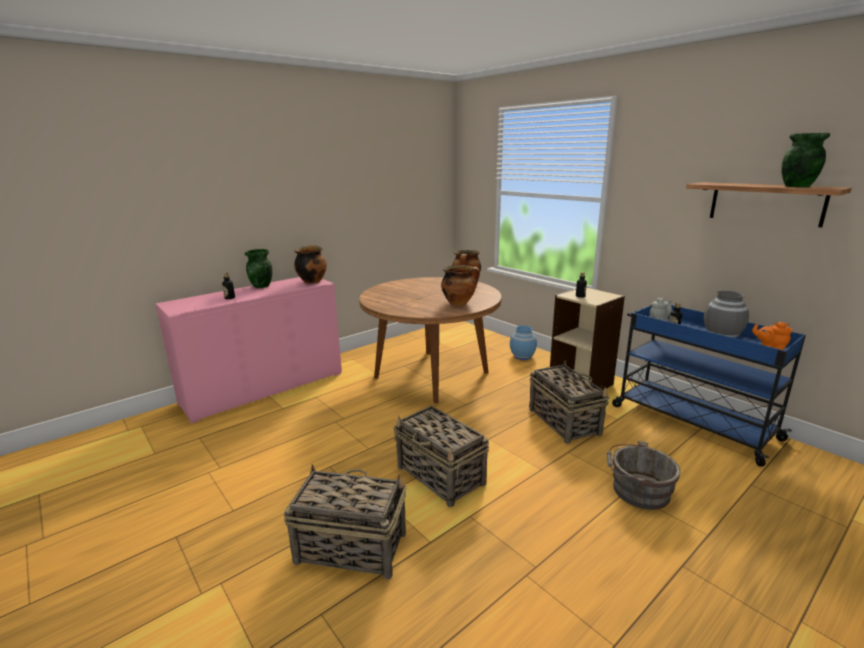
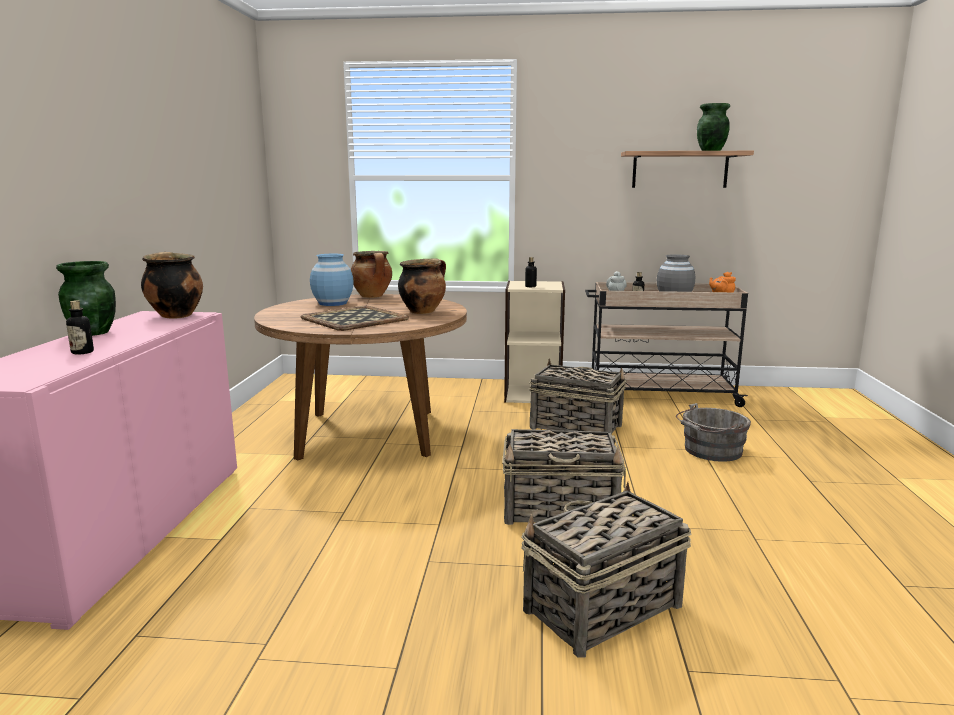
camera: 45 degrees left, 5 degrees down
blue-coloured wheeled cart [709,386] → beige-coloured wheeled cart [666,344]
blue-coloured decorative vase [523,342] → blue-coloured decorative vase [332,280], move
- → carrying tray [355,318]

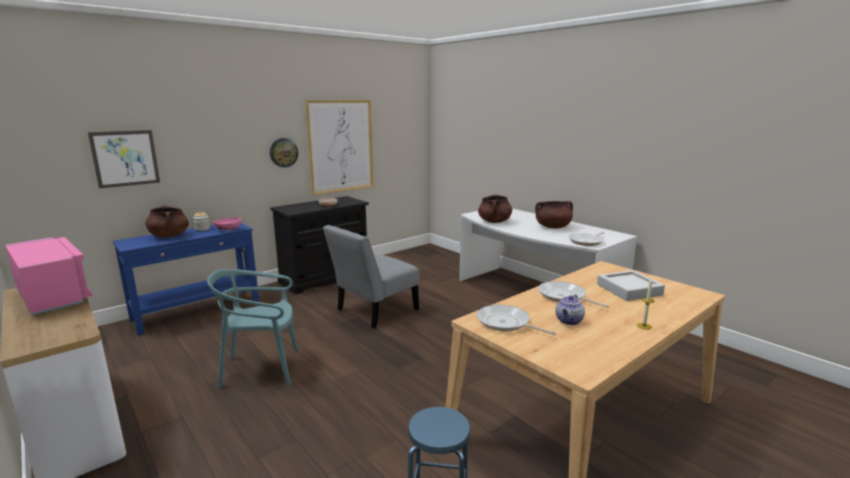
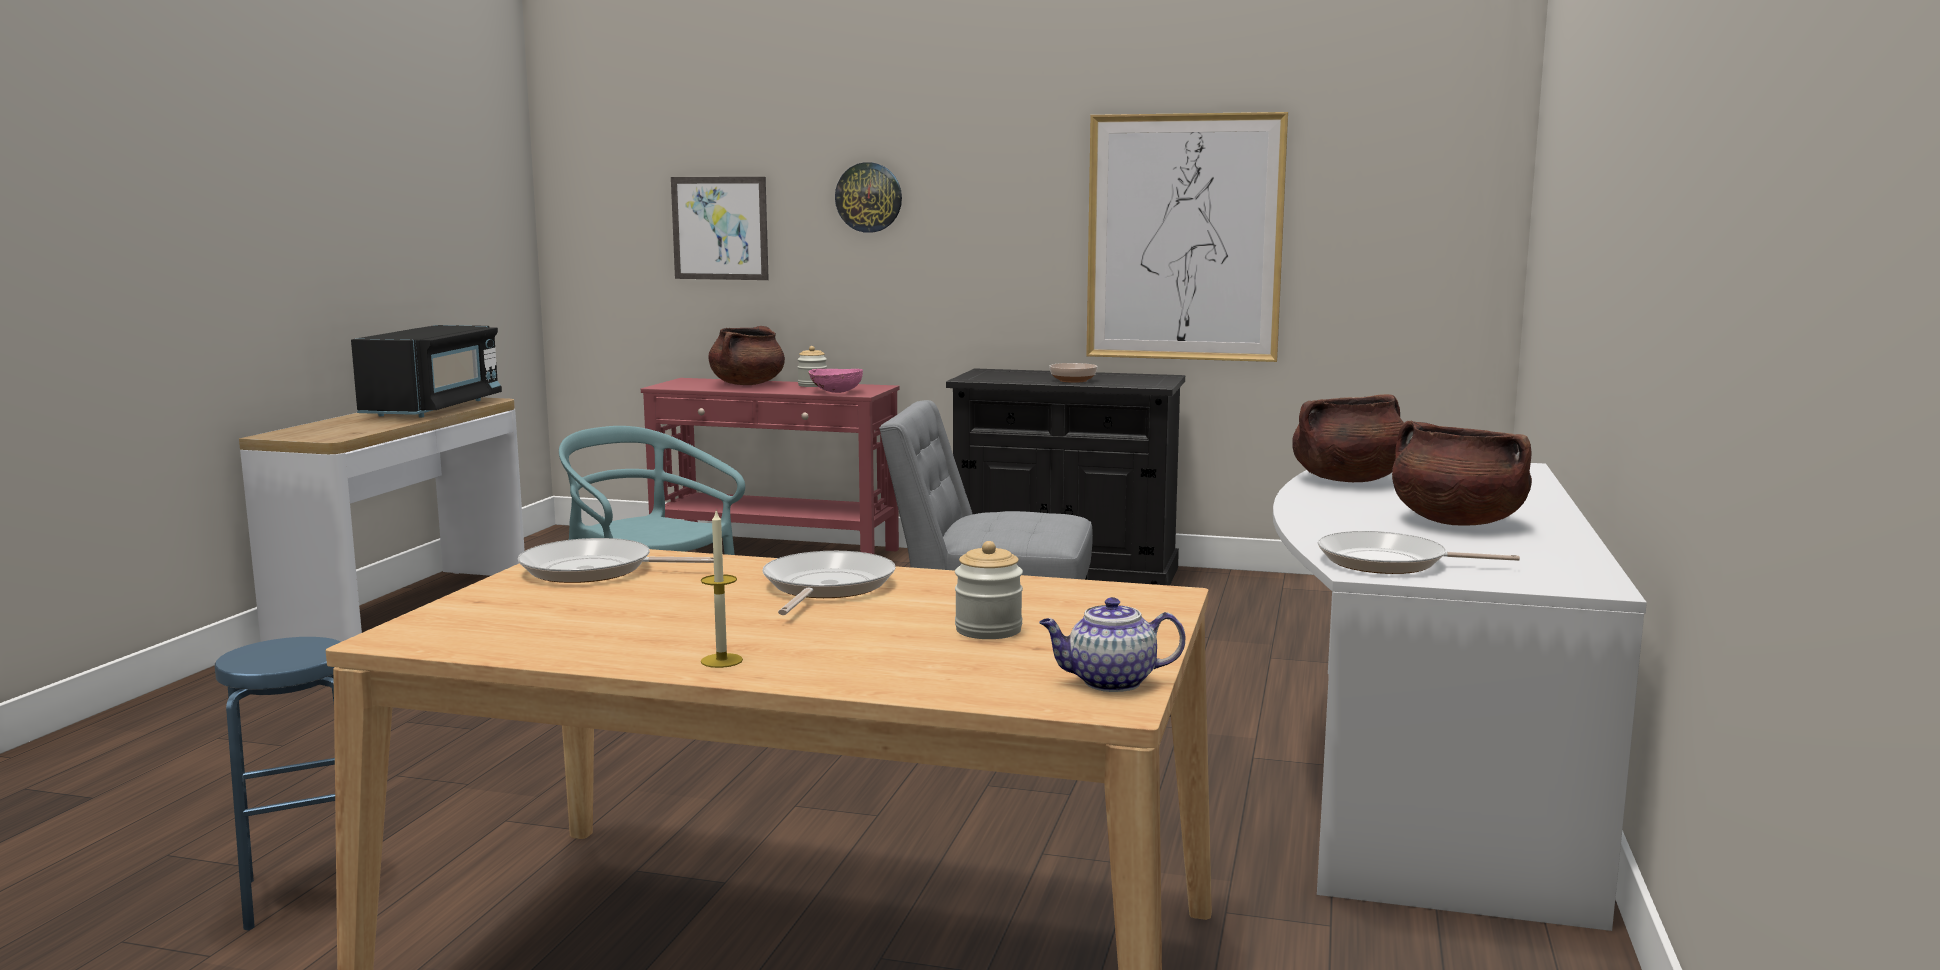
camera: 55 degrees right, 5 degrees down
hanging clock [284,153] → hanging clock [868,197], move
blue-coloured narrow table [186,279] → red-coloured narrow table [770,466]
pink-coloured microwave oven [48,276] → black microwave oven [426,371]
greyish carrying tray [631,285] → jar [989,590]
tea pot [570,309] → tea pot [1112,644], move
skillet [516,320] → skillet [616,560], 90 degrees counterclockwise

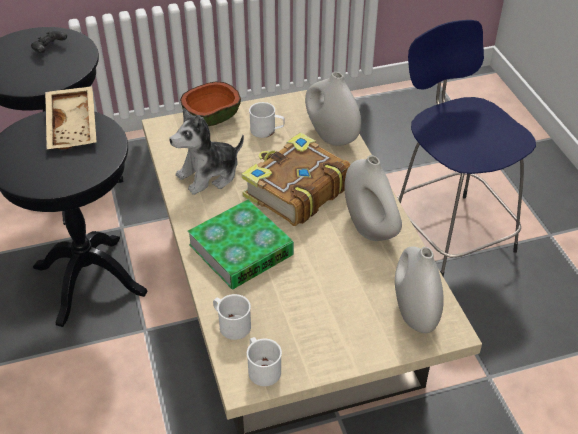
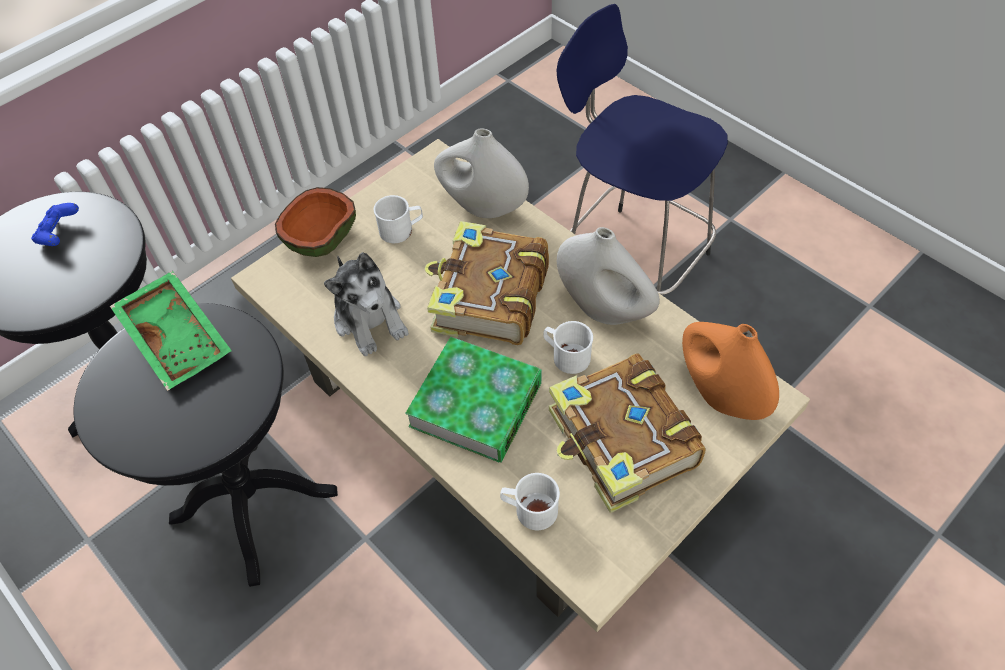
camera: 25 degrees left, 10 degrees up
black game controller [49,42] → blue-coloured game controller [55,224]
beige-coloured carrying tray [70,118] → greenish carrying tray [171,331]
soft toy [206,151] → soft toy [366,304], 60 degrees counterclockwise
white-coloured decorative vase [419,289] → orange-coloured decorative vase [730,371]
white-coloured coffee mug [264,361] → white-coloured coffee mug [568,347], move
- → volume [627,433]

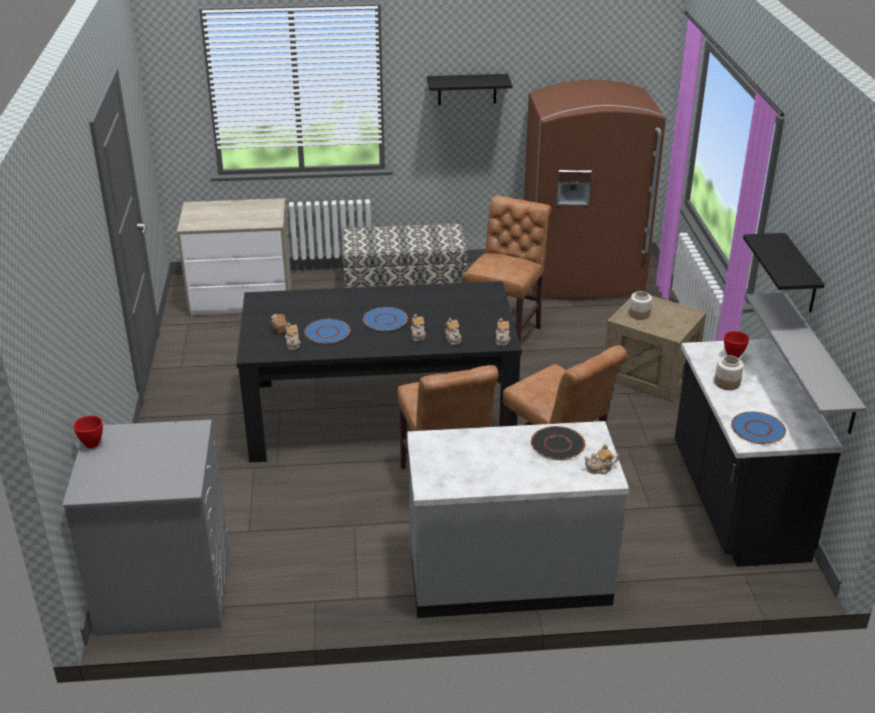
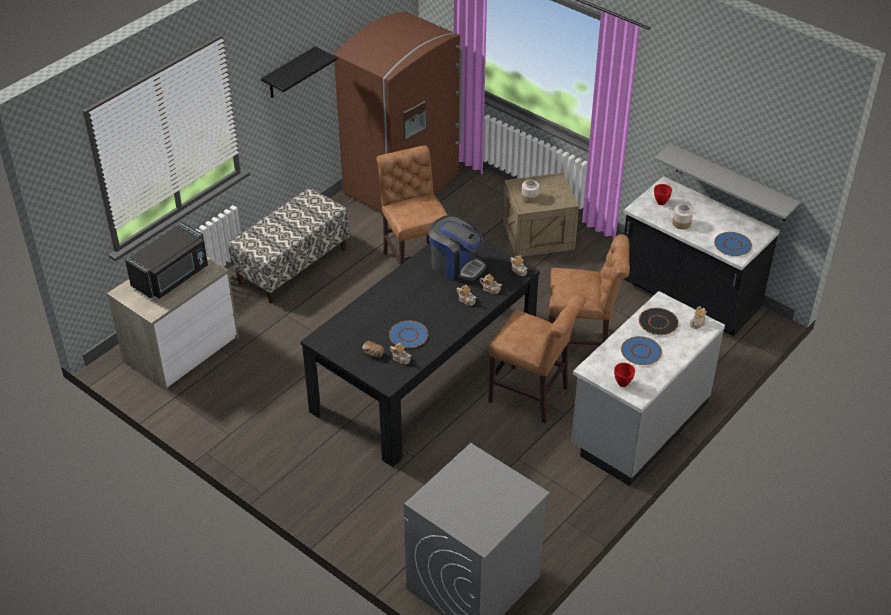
camera: 45 degrees left, 10 degrees up
black wall shelf [784,273] → -
blue-coloured dinner plate [385,319] → blue-coloured dinner plate [641,350], move
red-coloured serving bowl [88,432] → red-coloured serving bowl [624,375], move
- → coffee brewer [457,248]
- → black microwave oven [166,260]

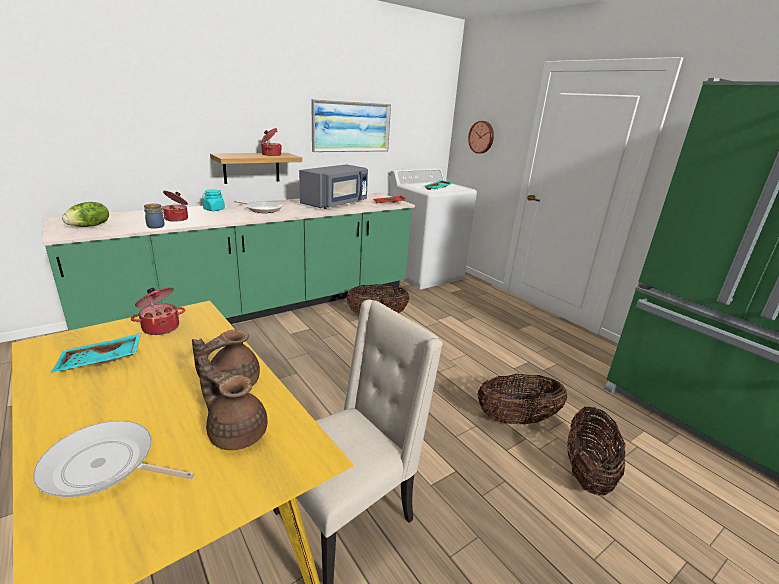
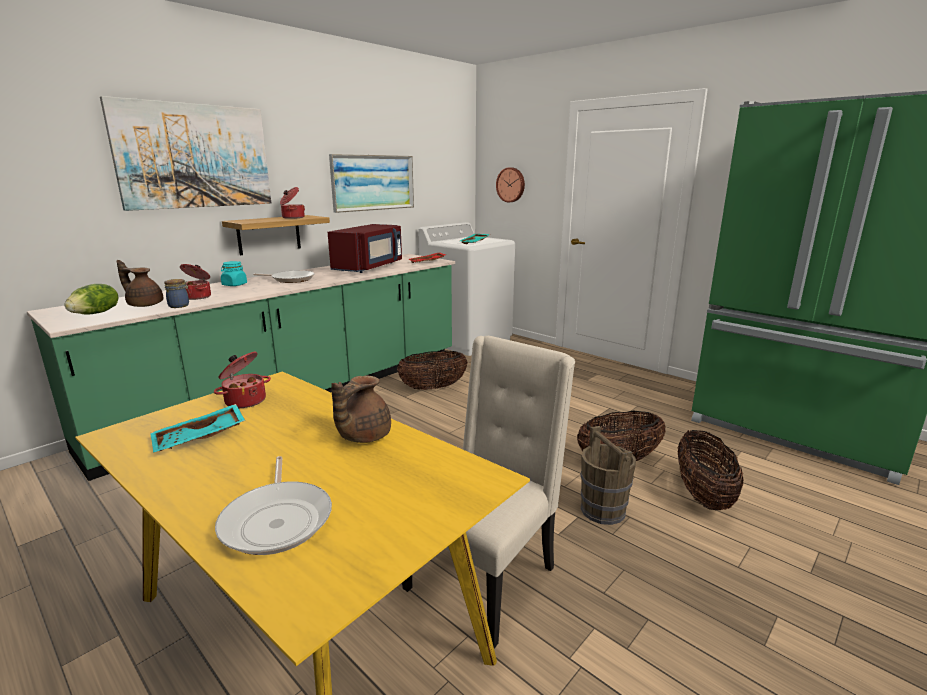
camera: 10 degrees left, 5 degrees down
greyish microwave oven [333,186] → red-coloured microwave oven [365,248]
brownish tea pot [233,403] → brownish tea pot [140,283], move
skillet [114,459] → skillet [273,505], 105 degrees counterclockwise
- → wall picture [185,153]
- → brownish pail [608,475]

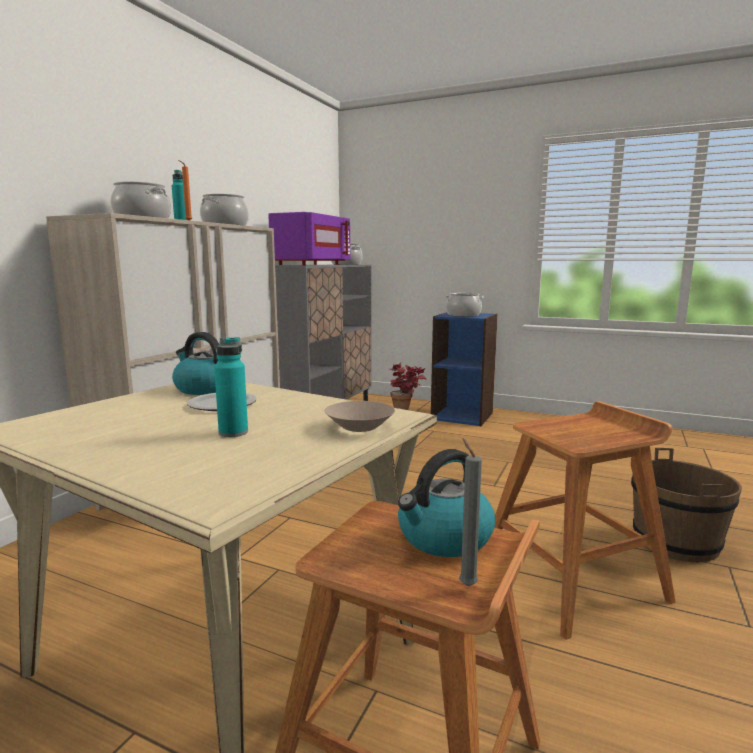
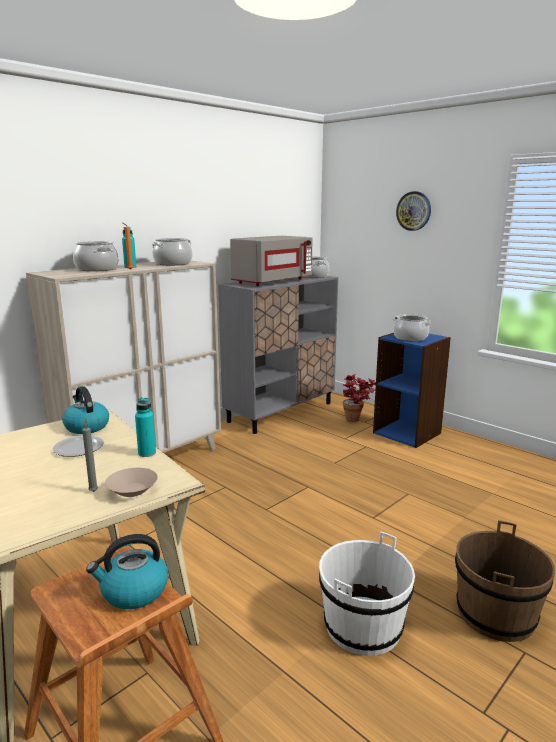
camera: 20 degrees right, 5 degrees up
purplish microwave oven [309,238] → greyish microwave oven [271,261]
turquoise bottle [231,387] → turquoise bottle [145,427], move
brownish sitting stool [585,520] → white-coloured pail [367,593]
greyish wax light [470,512] → greyish wax light [90,455], move
- → hanging clock [413,211]

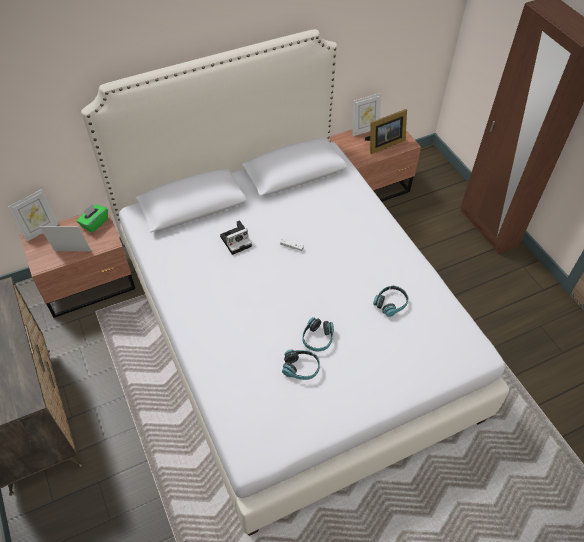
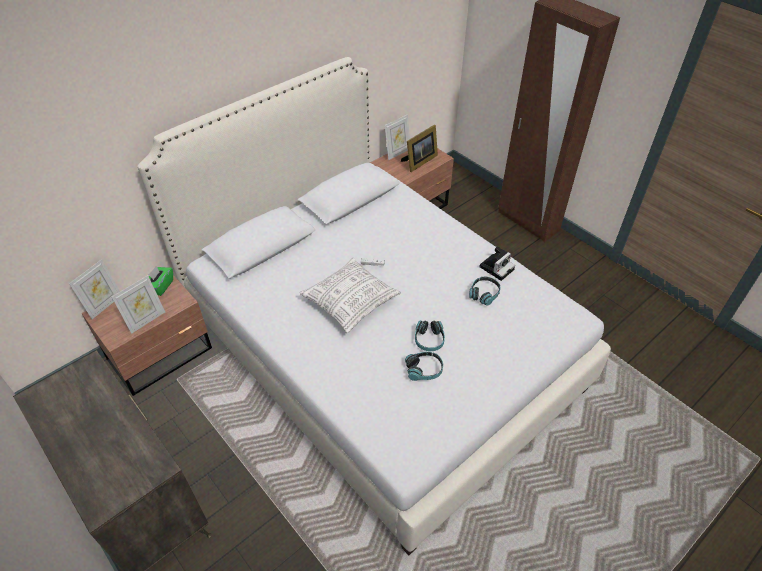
camera: 15 degrees left, 5 degrees down
photo camera [236,237] → photo camera [497,264], move
standing frame [65,238] → standing frame [138,304], 150 degrees clockwise
- → pillow [350,296]

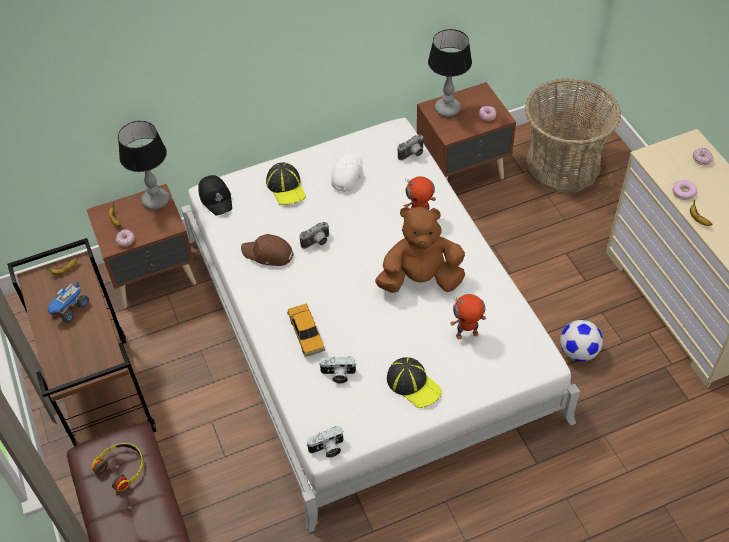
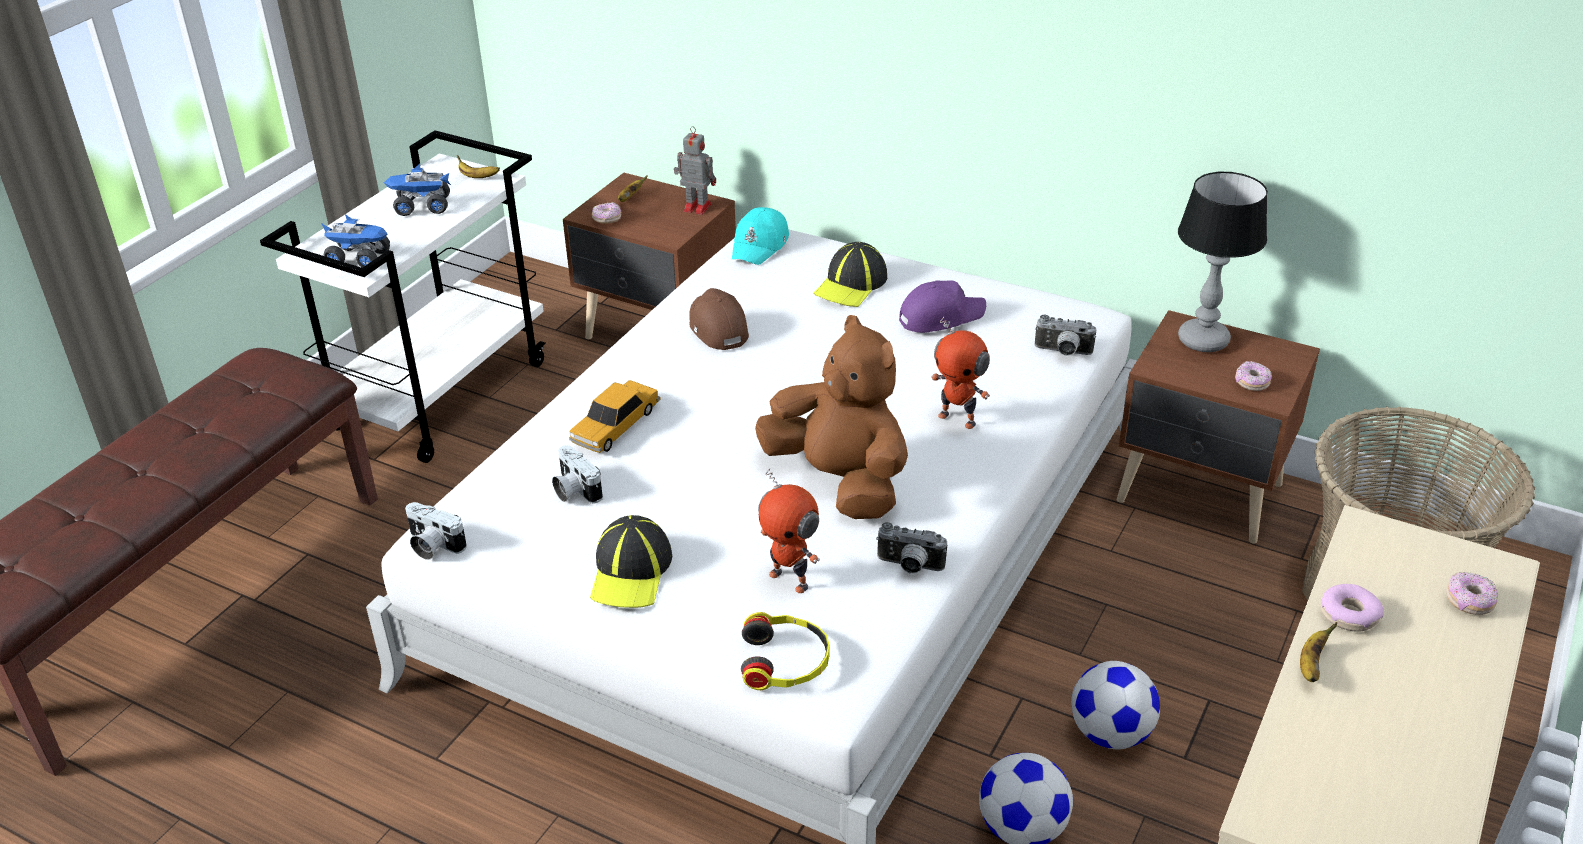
camera: 50 degrees right, 15 degrees down
lamp for a table [143,165] → toy robot [695,170]
white-coloured baseball cap [347,172] → purplish baseball cap [942,306]
black baseball cap [215,195] → turquoise baseball cap [760,236]
photo camera [314,235] → photo camera [911,548], move
brownish wheeled cart [82,342] → white-coloured wheeled cart [403,296]
headphones [117,467] → headphones [785,651], move
- → model truck [355,241]
- → ball for football [1115,705]

